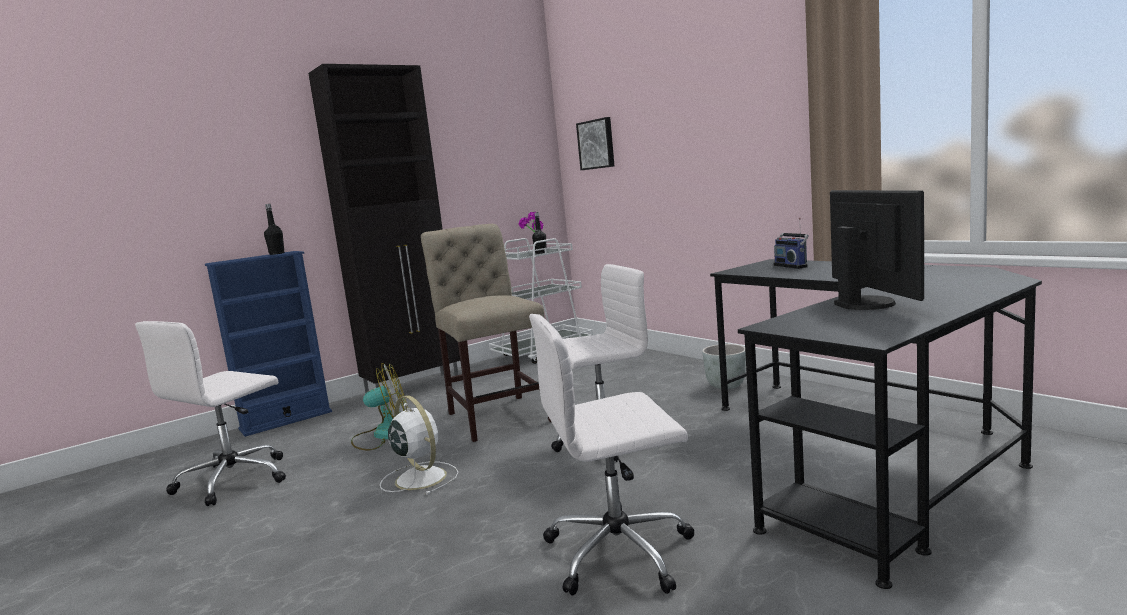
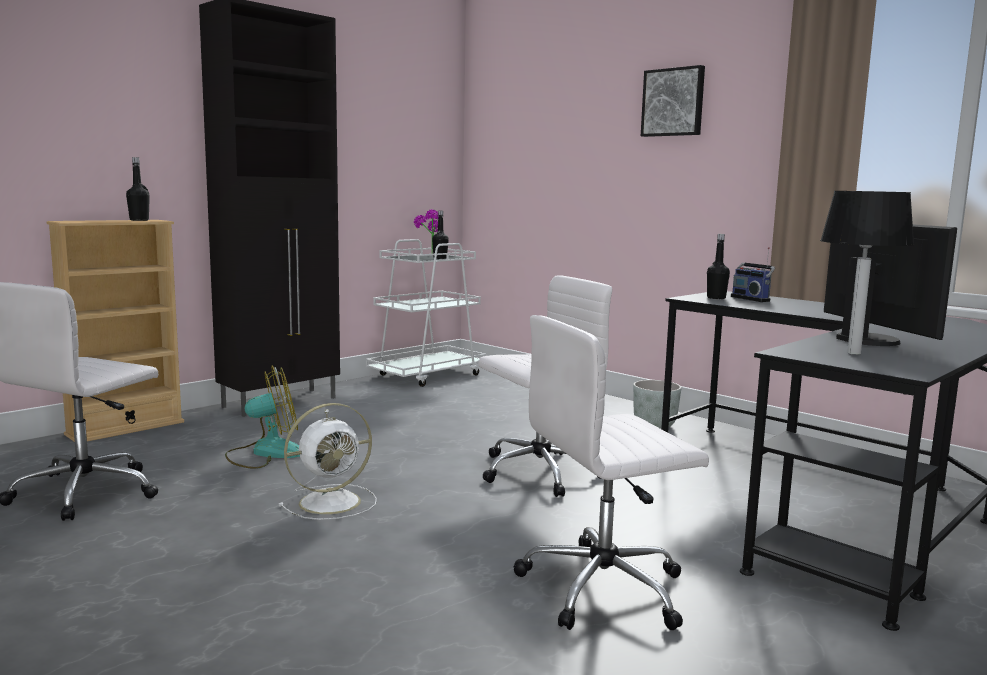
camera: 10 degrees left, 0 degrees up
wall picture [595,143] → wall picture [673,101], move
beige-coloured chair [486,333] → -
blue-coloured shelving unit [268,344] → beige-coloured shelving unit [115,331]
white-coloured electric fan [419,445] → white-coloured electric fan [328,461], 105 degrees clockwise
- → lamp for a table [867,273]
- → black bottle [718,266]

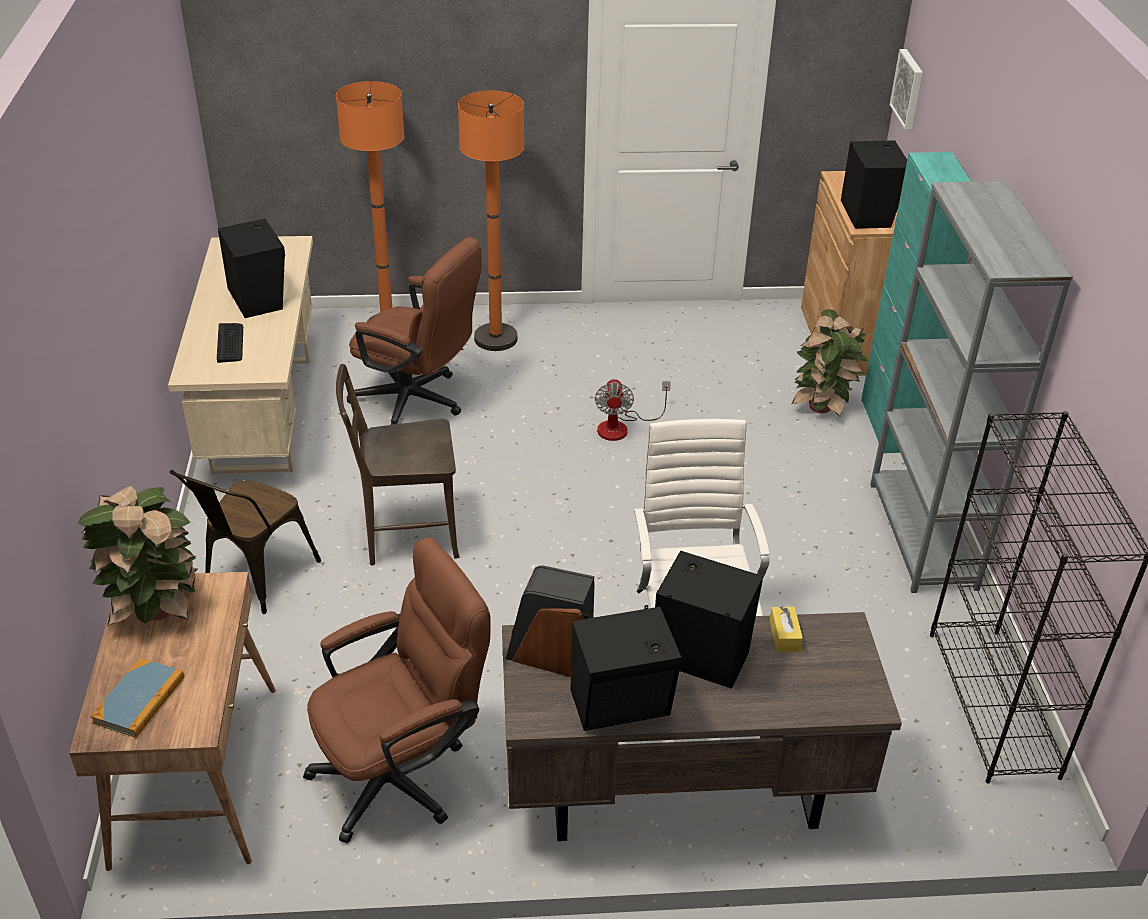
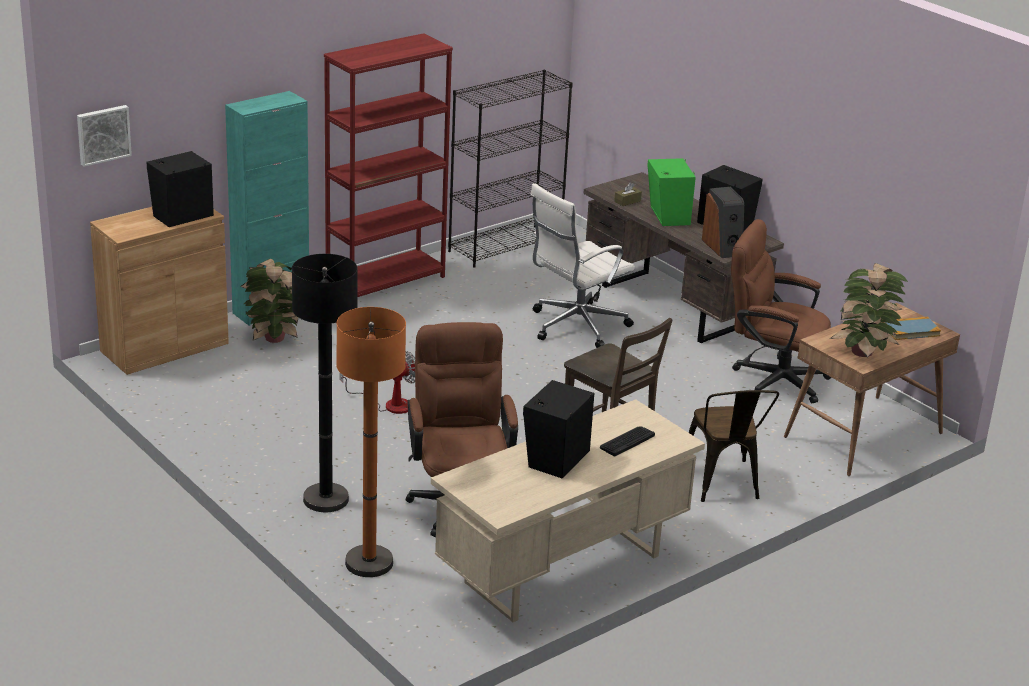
camera: 125 degrees left, 10 degrees down
orange-coloured standard lamp [491,221] → black standard lamp [325,383]
greyish shelving unit [971,387] → red-coloured shelving unit [388,165]
brownish chair [245,542] → brownish chair [734,446], 90 degrees clockwise
black speaker [709,620] → greenish speaker [671,192]
yellow tissue box [786,629] → brownish tissue box [628,194]

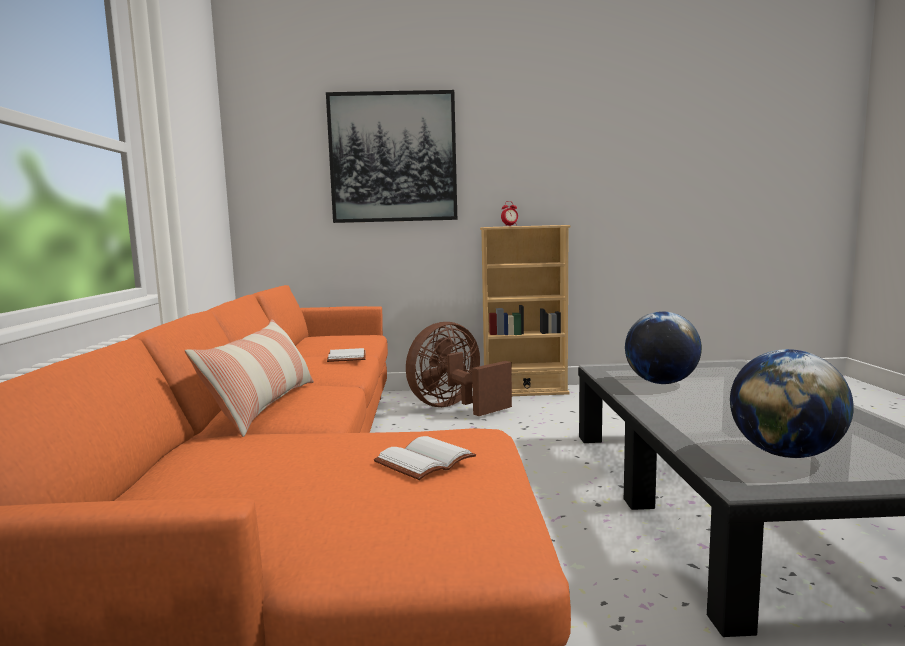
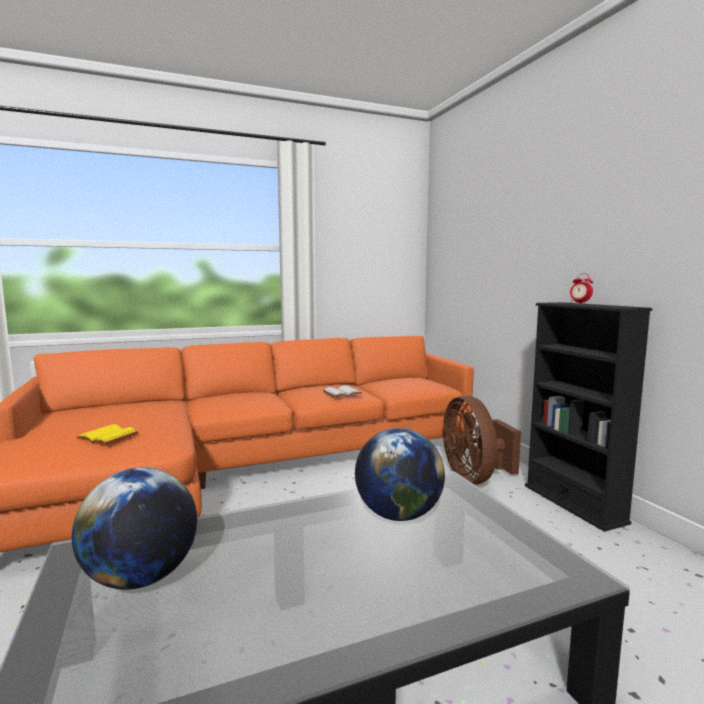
camera: 70 degrees right, 0 degrees up
wall picture [391,156] → -
beige-coloured shelving unit [525,310] → black shelving unit [588,417]
pillow [249,378] → -
brownish electric fan [459,369] → brownish electric fan [482,440], 135 degrees counterclockwise
white-coloured volume [425,458] → yellow volume [108,434]

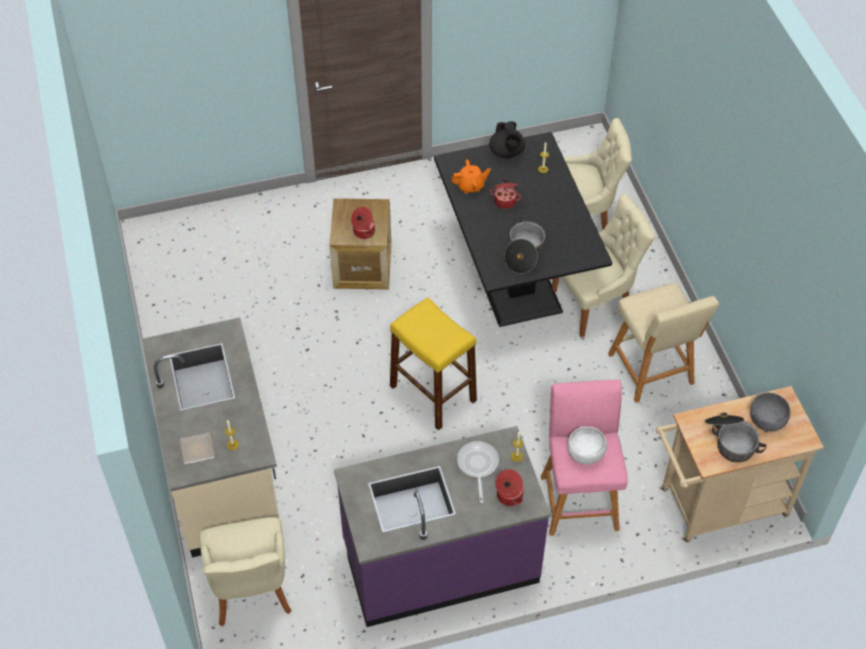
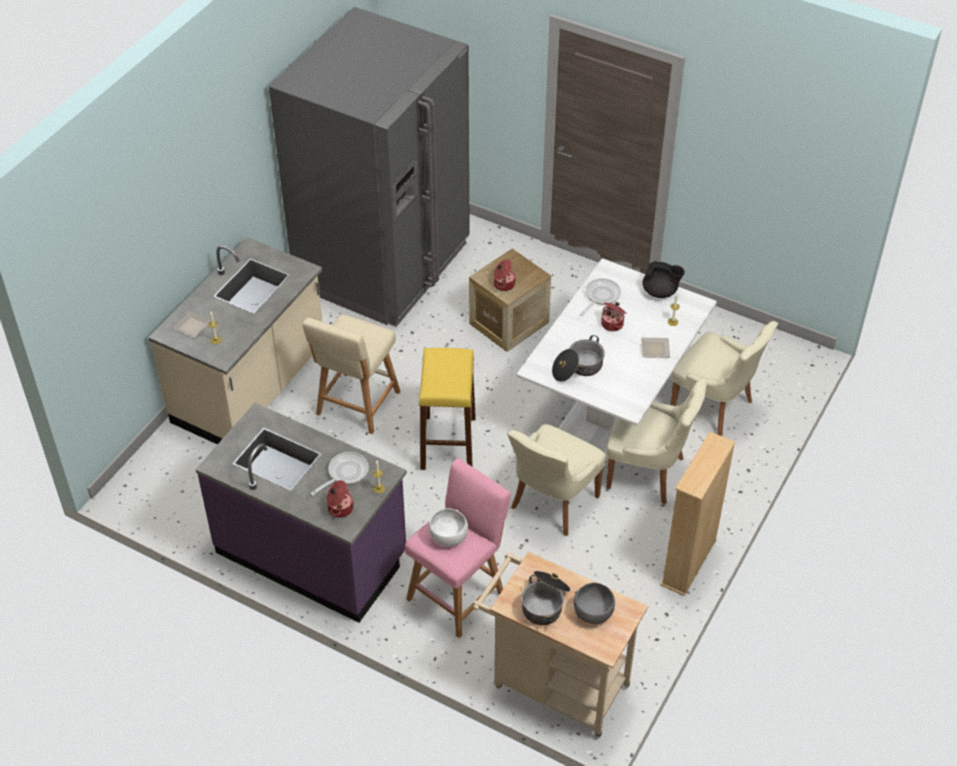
camera: 45 degrees right, 5 degrees down
black tea pot [507,139] → black tea pot [664,279], 105 degrees counterclockwise
black dinner table [523,229] → white-coloured dinner table [617,359]
orange-coloured tea pot [471,177] → skillet [600,297]
beige-coloured sitting stool [663,343] → beige-coloured sitting stool [352,374], move
beige-coloured chair [245,571] → beige-coloured chair [556,480], move
- → greyish fridge [369,167]
- → dinner plate [655,348]
- → beige-coloured shelving unit [697,514]

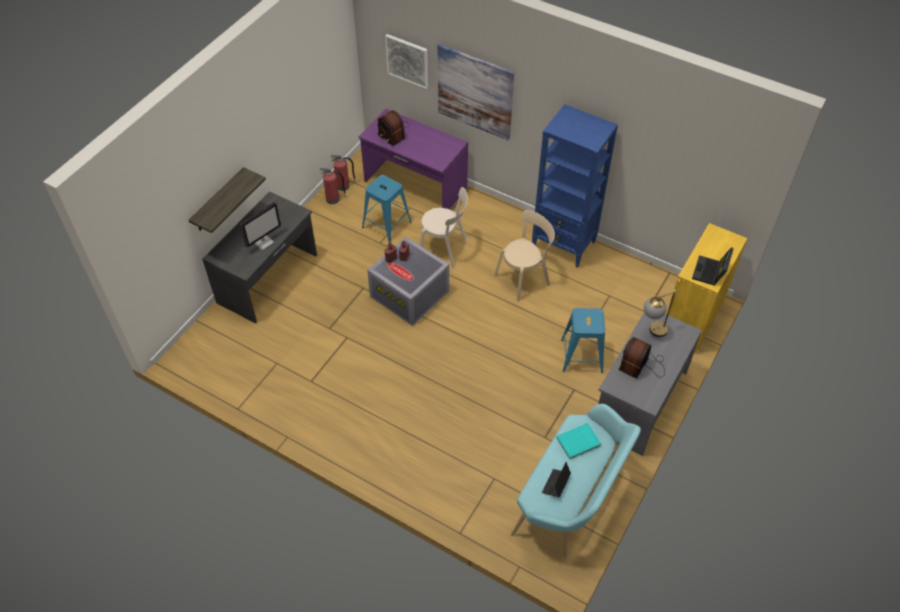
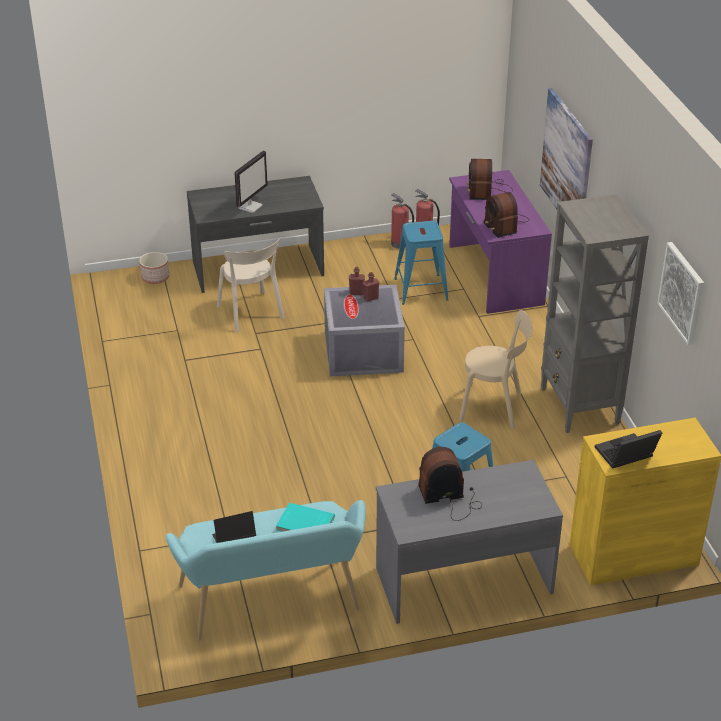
camera: 45 degrees right, 15 degrees down
wall picture [406,61] → wall picture [680,293], move
blue-coloured shelving unit [575,186] → greyish shelving unit [595,313]
wall shelf [227,200] → -
beige-coloured chair [443,227] → beige-coloured chair [251,284], move
computer screen [260,226] → computer screen [250,181], 60 degrees counterclockwise
lamp for a table [662,313] → -
- → radio set [506,215]
- → flower pot [154,268]

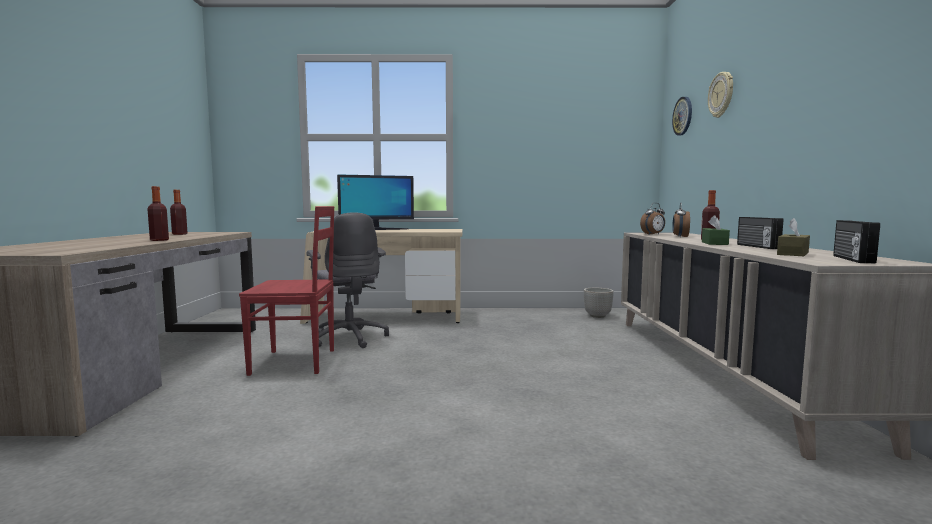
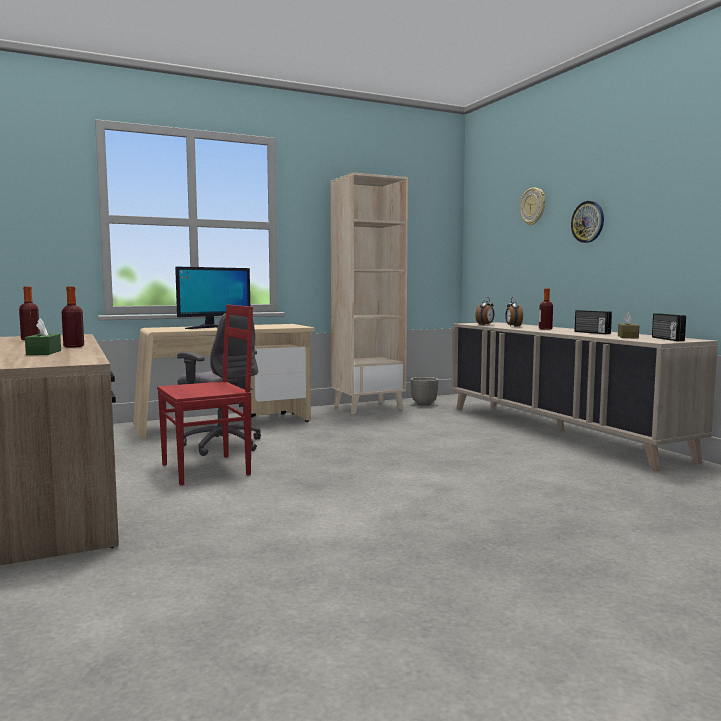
camera: 25 degrees left, 0 degrees up
hanging clock [682,116] → hanging clock [587,222], move
greenish tissue box [716,230] → greenish tissue box [43,336], move
- → beige-coloured shelving unit [369,293]

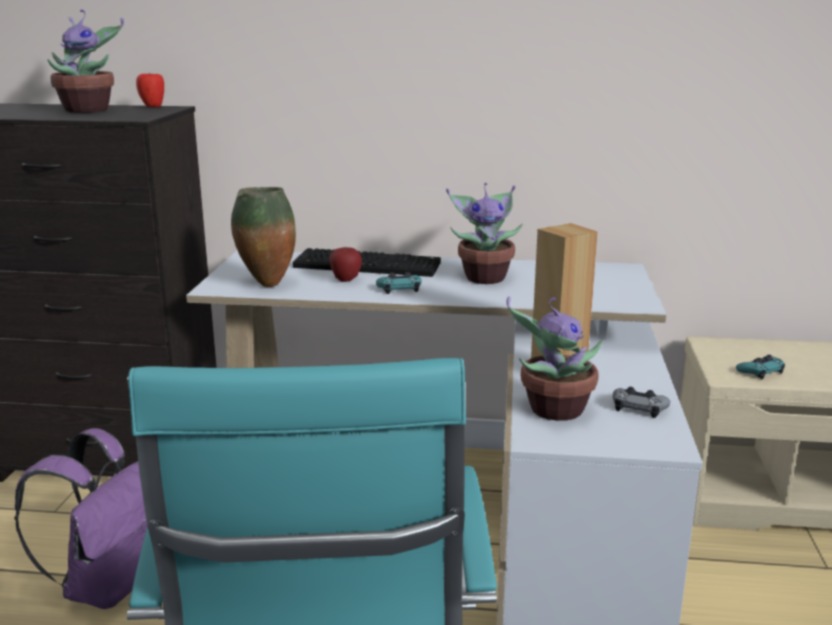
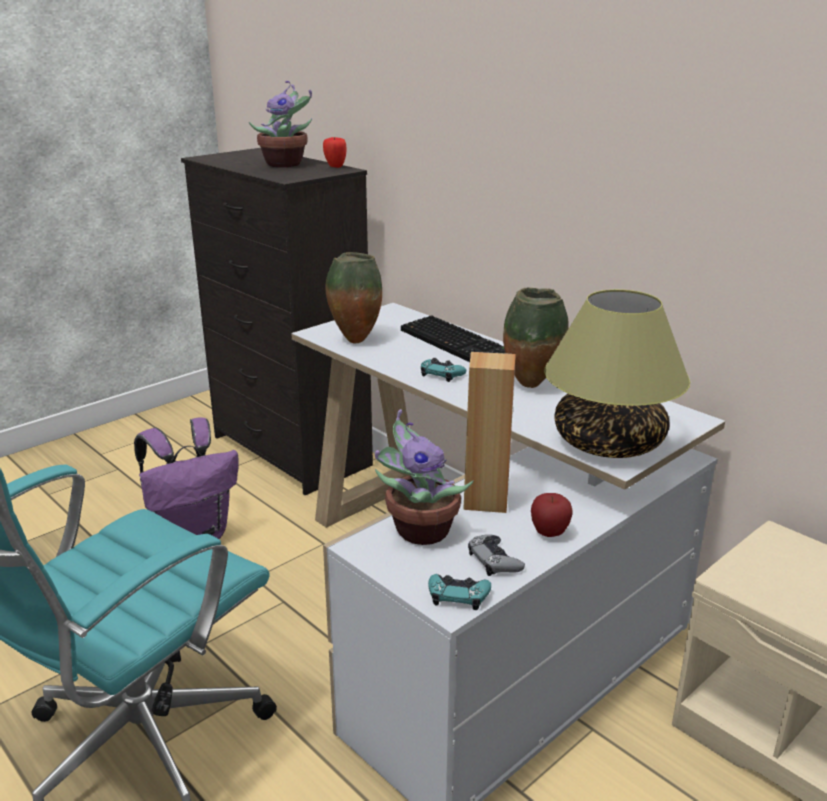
camera: 40 degrees right, 5 degrees up
houseplant [484,233] → decorative vase [536,338]
apple fruit [345,264] → apple fruit [552,515], move
turquoise game controller [760,366] → turquoise game controller [459,592], move
- → lamp for a table [617,373]

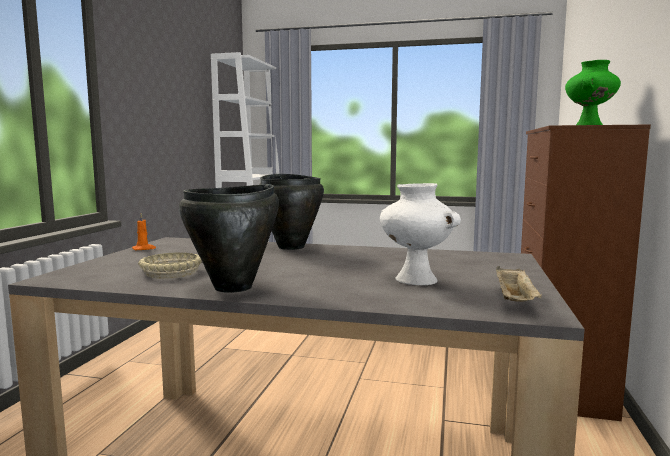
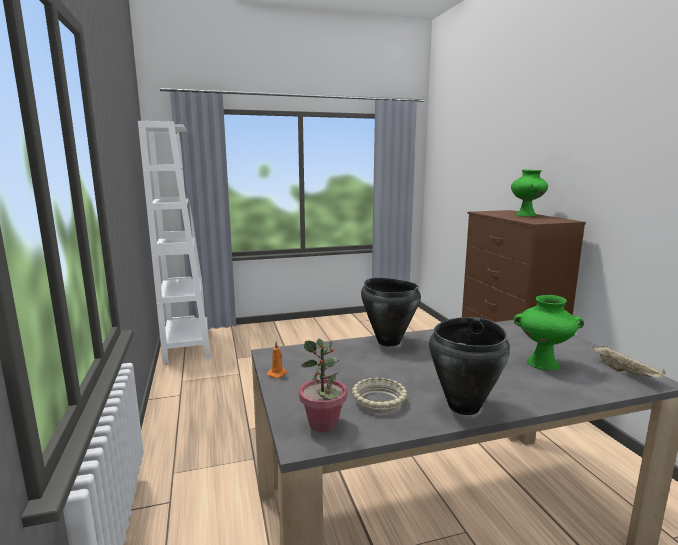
camera: 30 degrees left, 5 degrees up
white-coloured decorative vase [420,234] → greenish decorative vase [549,332]
- → houseplant [323,385]

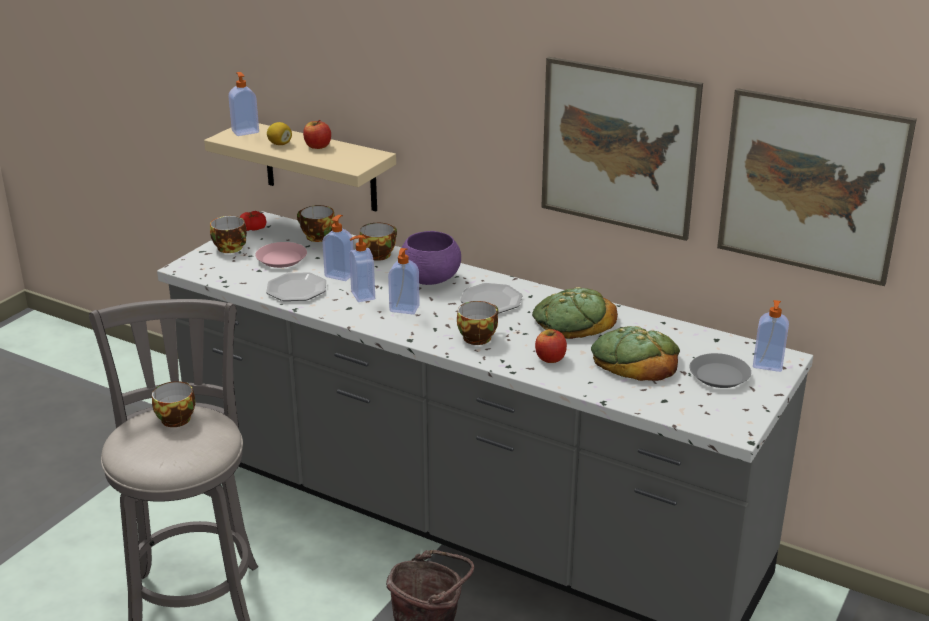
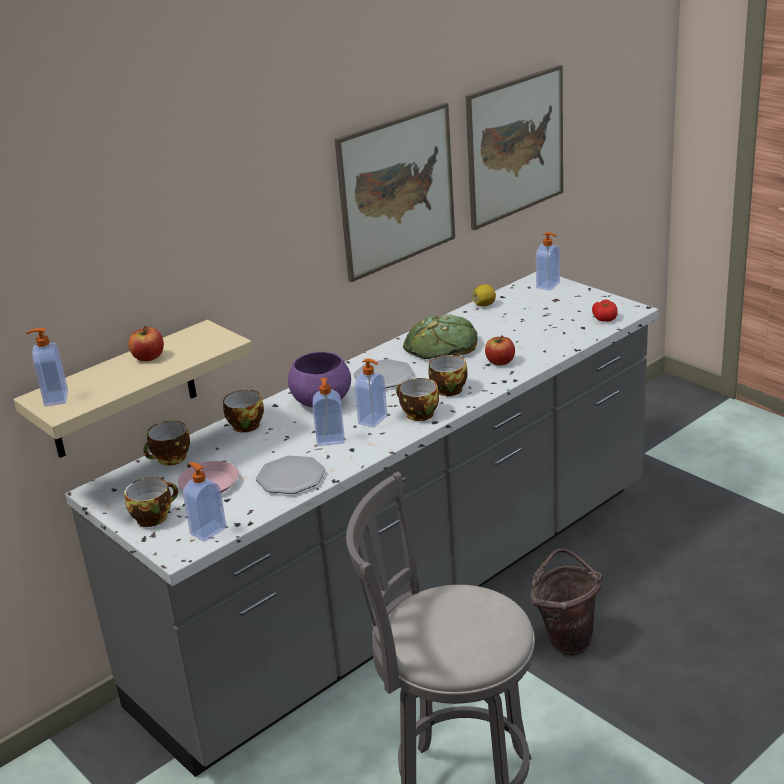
camera: 70 degrees left, 0 degrees up
lemon [279,133] → lemon [484,295], move
tomato [253,221] → tomato [605,310], move
soap bottle [337,248] → soap bottle [205,502], move
bread [635,353] → -
greyish dinner plate [720,370] → -
drinking cup [173,404] → drinking cup [417,399], move

